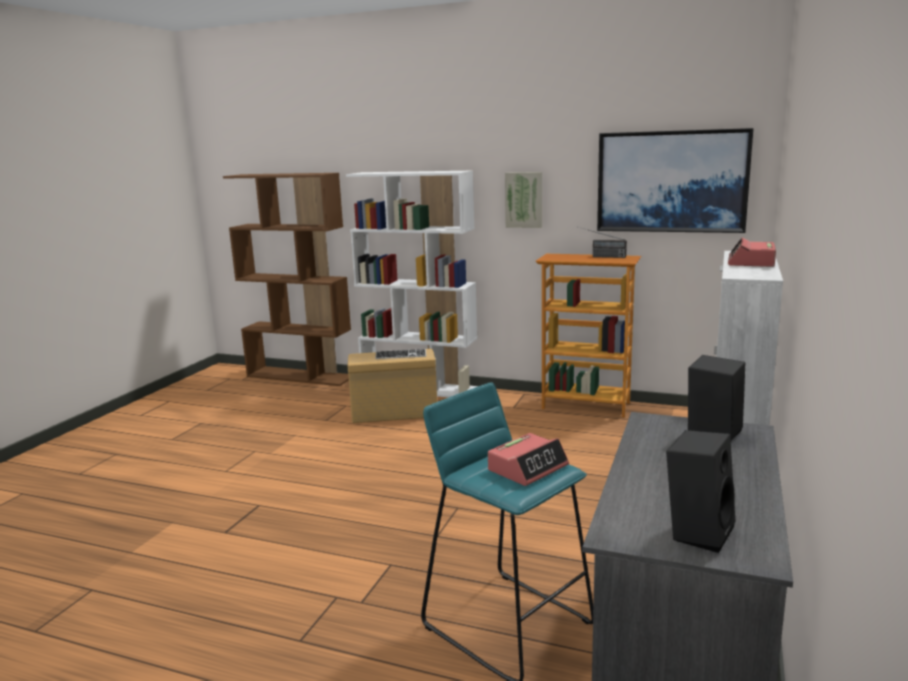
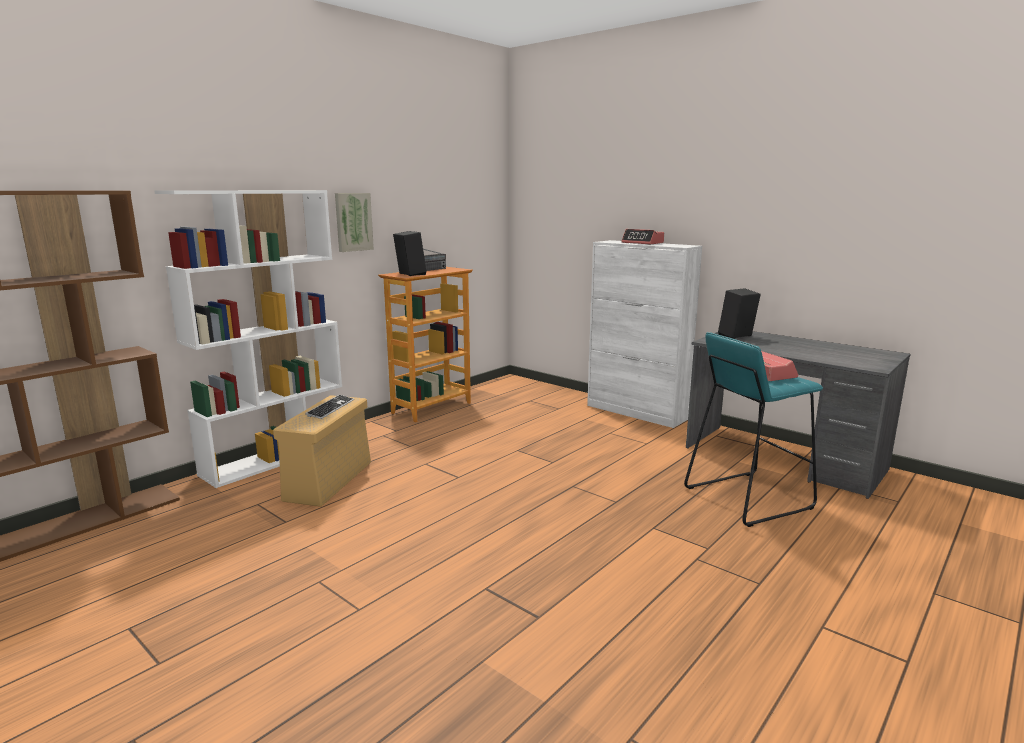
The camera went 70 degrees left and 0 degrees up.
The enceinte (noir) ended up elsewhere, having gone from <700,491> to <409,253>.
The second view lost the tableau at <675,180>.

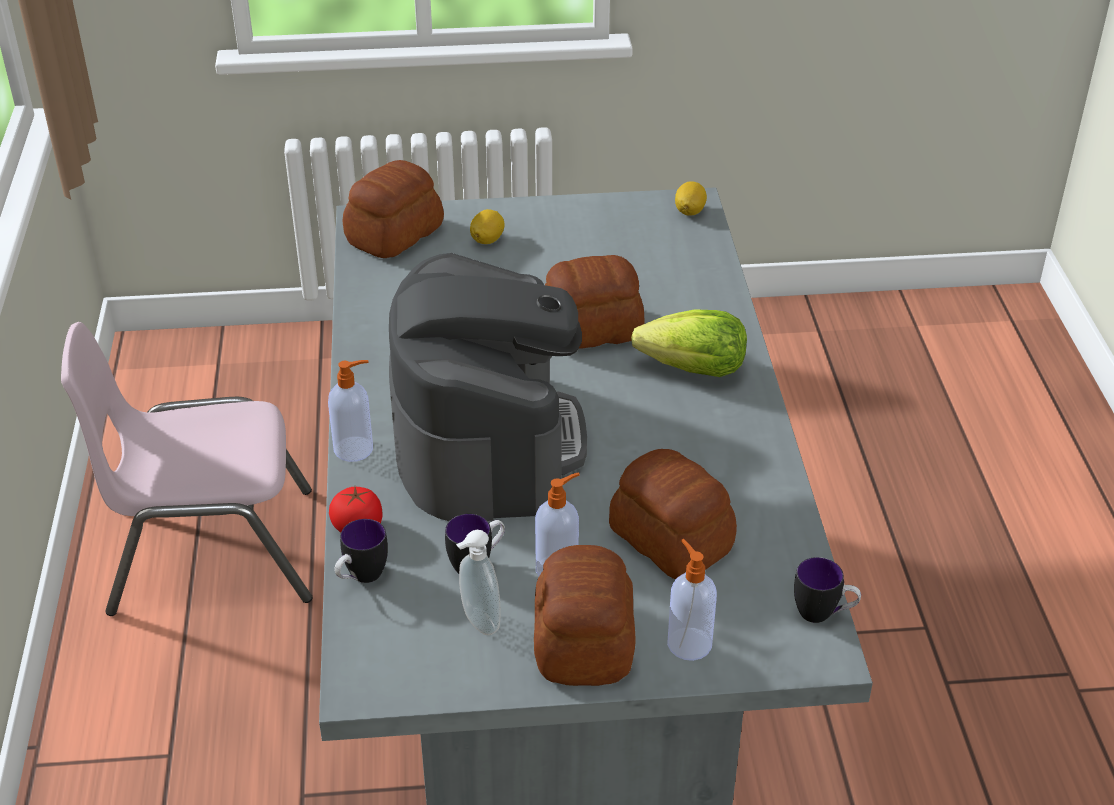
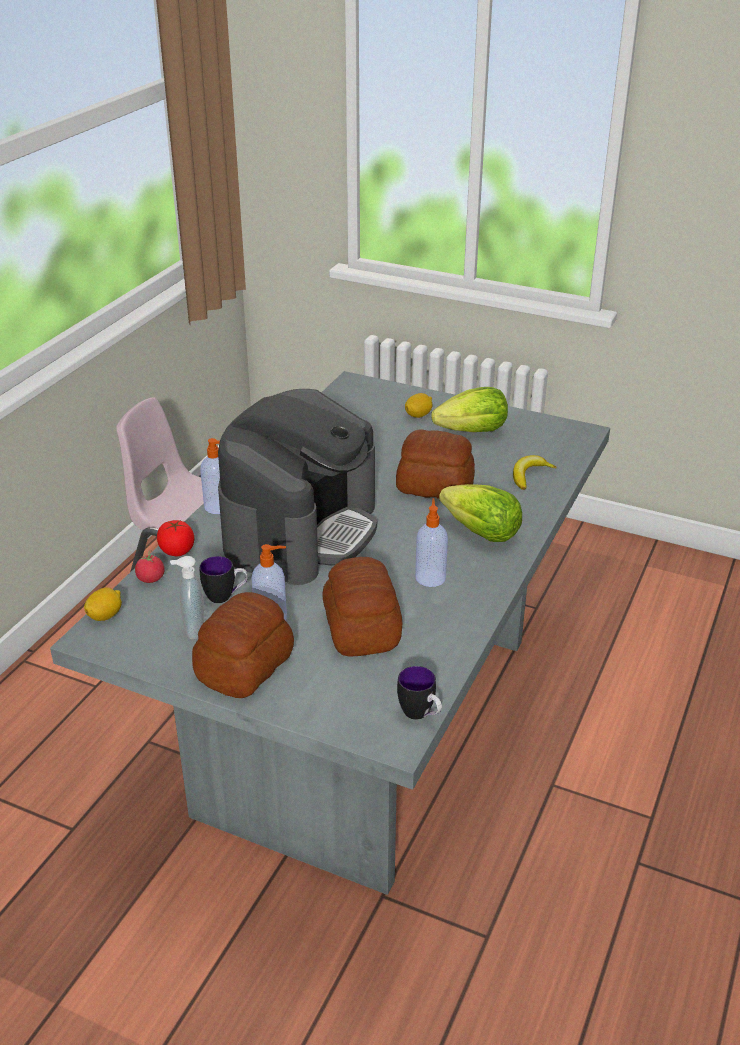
The camera went 30 degrees right and 5 degrees down.
The citron ended up elsewhere, having gone from <691,198> to <103,604>.
Where the mug stood at <361,551>, the tomate came to stand at <149,566>.
The distributeur de savon ended up elsewhere, having gone from <692,600> to <431,542>.
The second view gained the laitue at <469,409>.
The second view gained the banane at <535,472>.
The second view lost the pain at <393,209>.

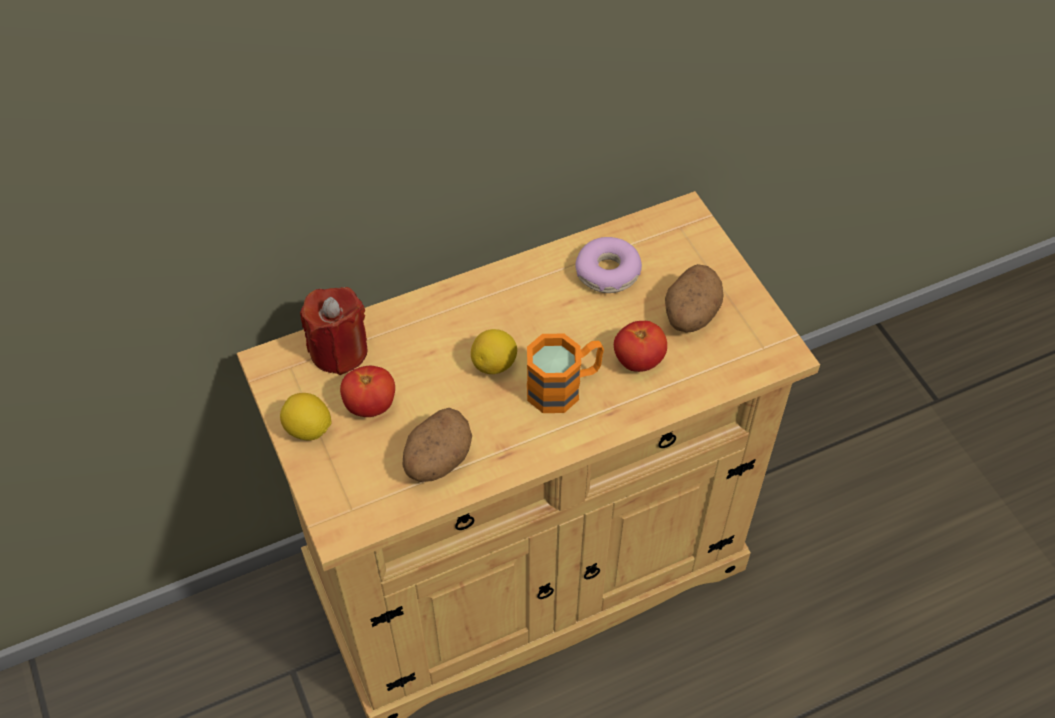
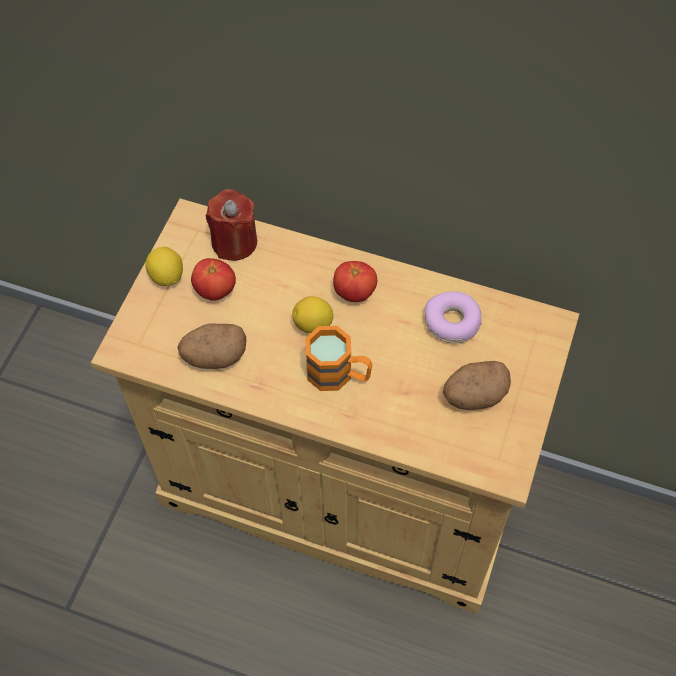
The camera went 45 degrees right and 5 degrees up.
The tomate ended up elsewhere, having gone from <640,346> to <355,281>.

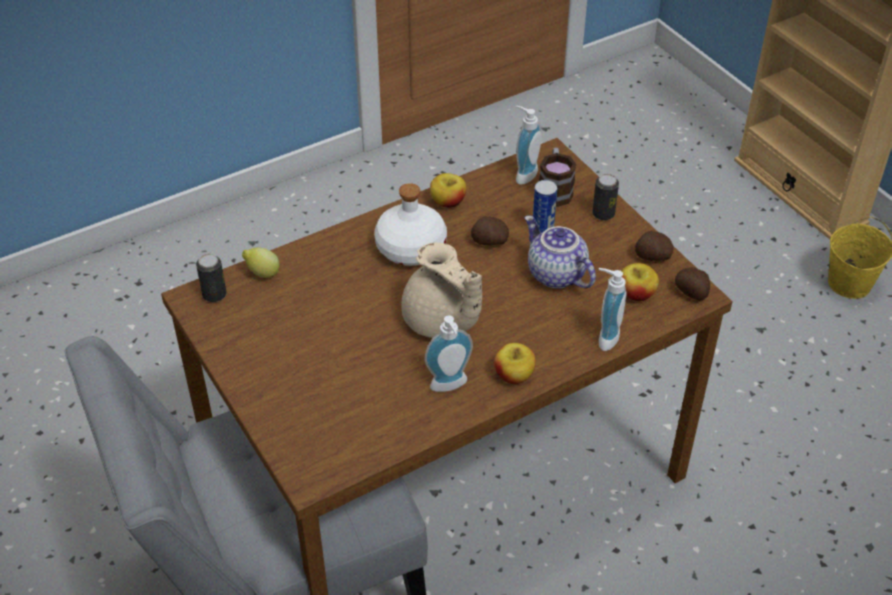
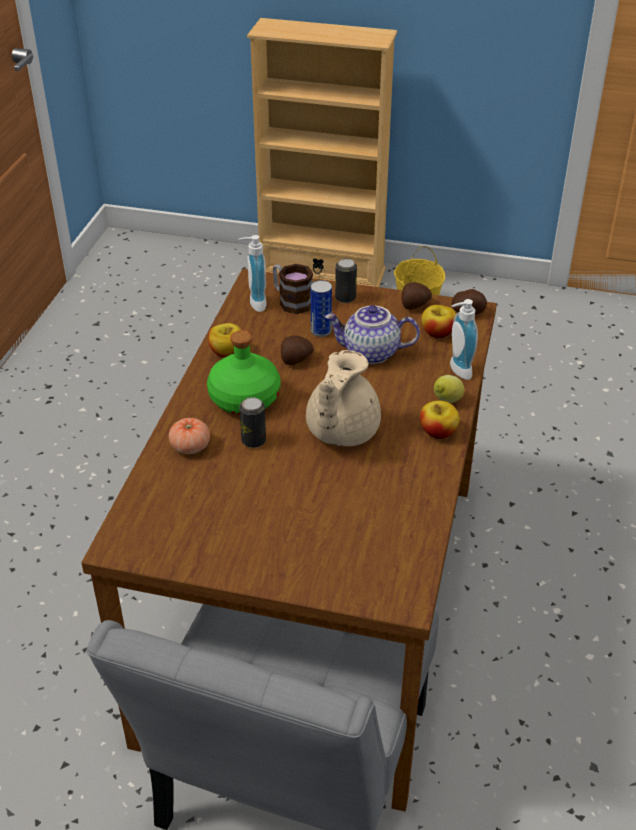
The camera went 45 degrees left and 5 degrees down.
The second view gained the tomate at <189,436>.
What was the bouteille (blanc) at <410,224> turned into the bouteille (vert) at <244,372>.
The boîte métallique ended up elsewhere, having gone from <211,278> to <252,422>.
The théière (beige) at <441,290> ended up facing another way, 105 degrees clockwise from before.
The citron ended up elsewhere, having gone from <260,262> to <449,389>.
The second view lost the distributeur de savon at <449,353>.

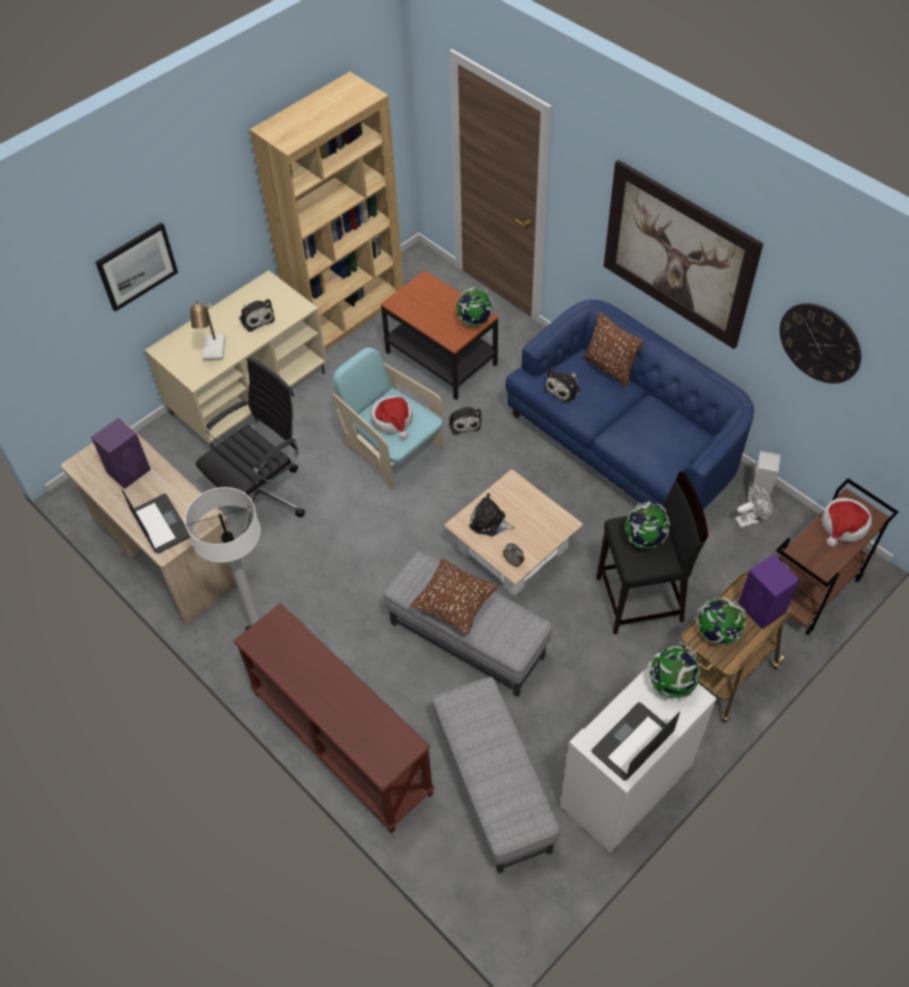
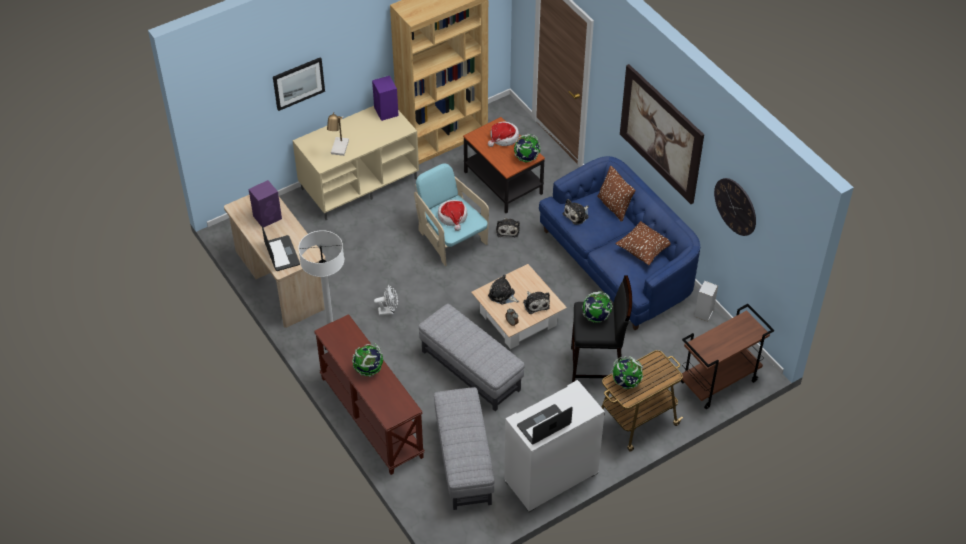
The camera went 10 degrees right and 5 degrees down.
The globe ended up elsewhere, having gone from <675,670> to <367,360>.
The enceinte (violet) ended up elsewhere, having gone from <769,591> to <385,98>.
The ventilateur (blanc) ended up elsewhere, having gone from <753,506> to <386,300>.
The chapeau ended up elsewhere, having gone from <847,522> to <503,134>.
The peluche ended up elsewhere, having gone from <257,315> to <536,302>.
The coussin (marron) ended up elsewhere, having gone from <454,596> to <643,243>.
The second view lost the chaise de bureau (noir) at <250,445>.

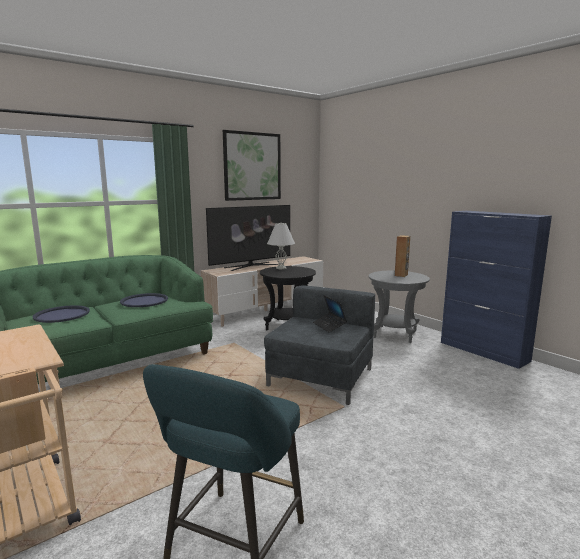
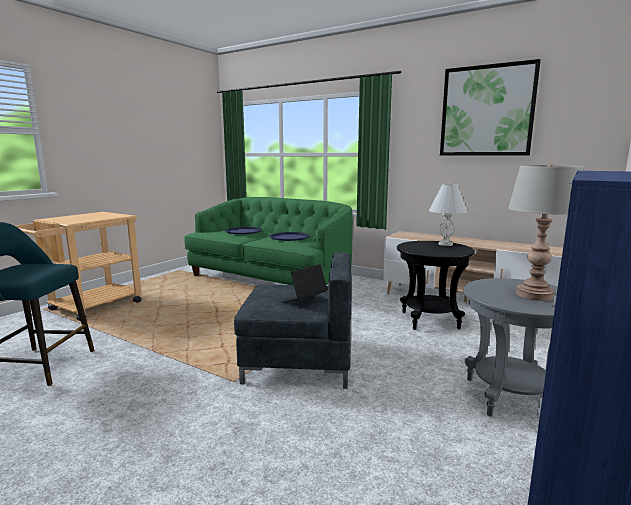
The camera went 70 degrees right and 0 degrees up.
Where the enceinte (marron) stood at <402,256>, the lampe de table (gris) came to stand at <545,232>.
The second view lost the téléviseur at <248,238>.

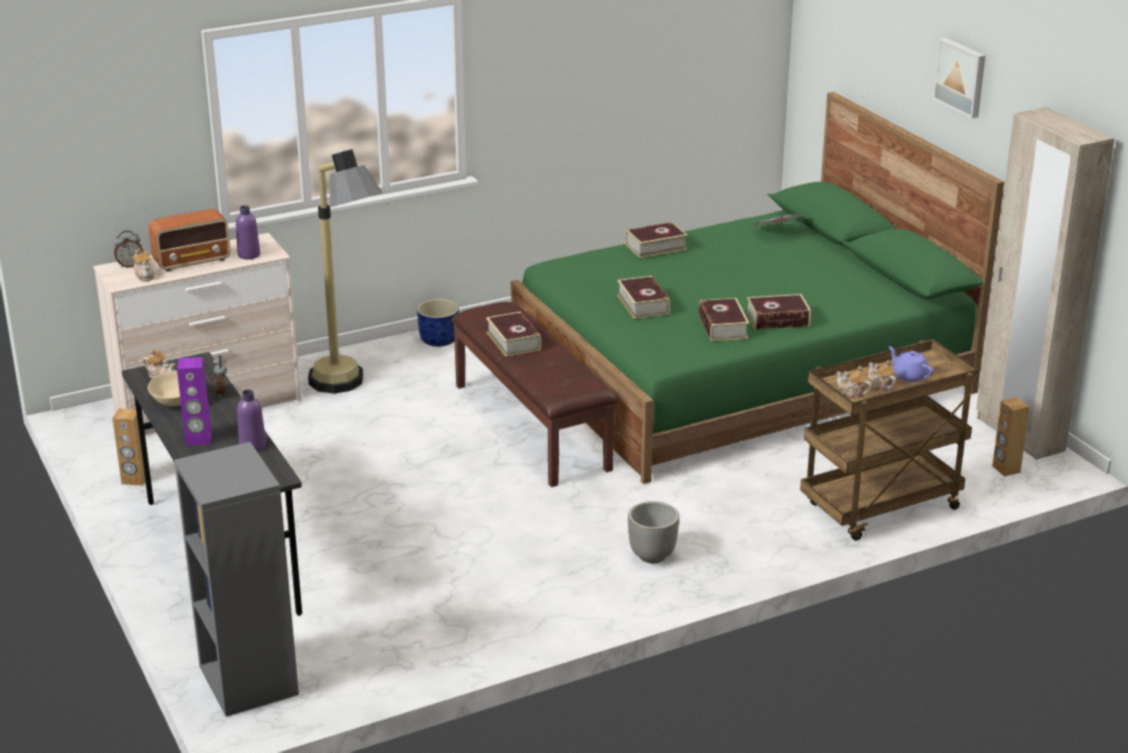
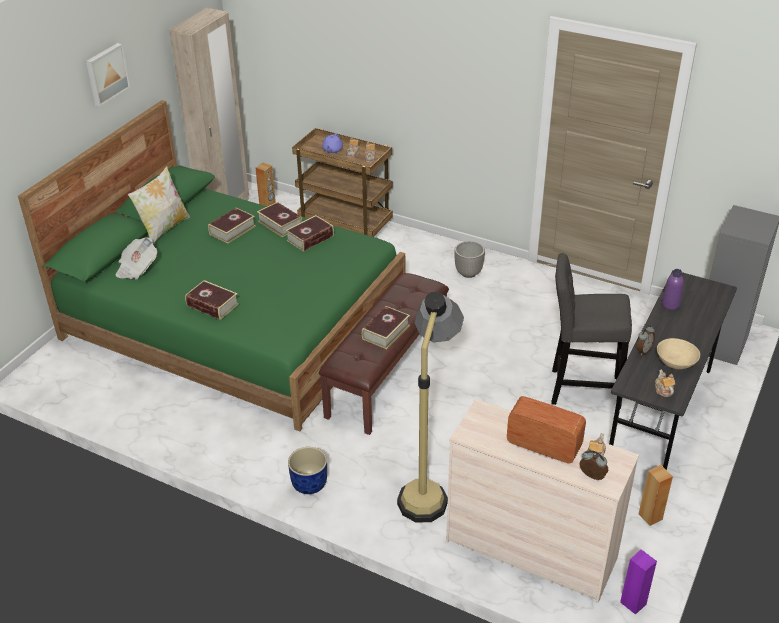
The camera went 125 degrees left and 10 degrees up.
The second view gained the coussin at <159,205>.
The livre ended up elsewhere, having gone from <643,297> to <232,226>.
The second view gained the tabouret (gris) at <591,331>.
The enceinte (violet) ended up elsewhere, having gone from <194,401> to <638,582>.
The second view lost the bouteille (violet) at <248,232>.

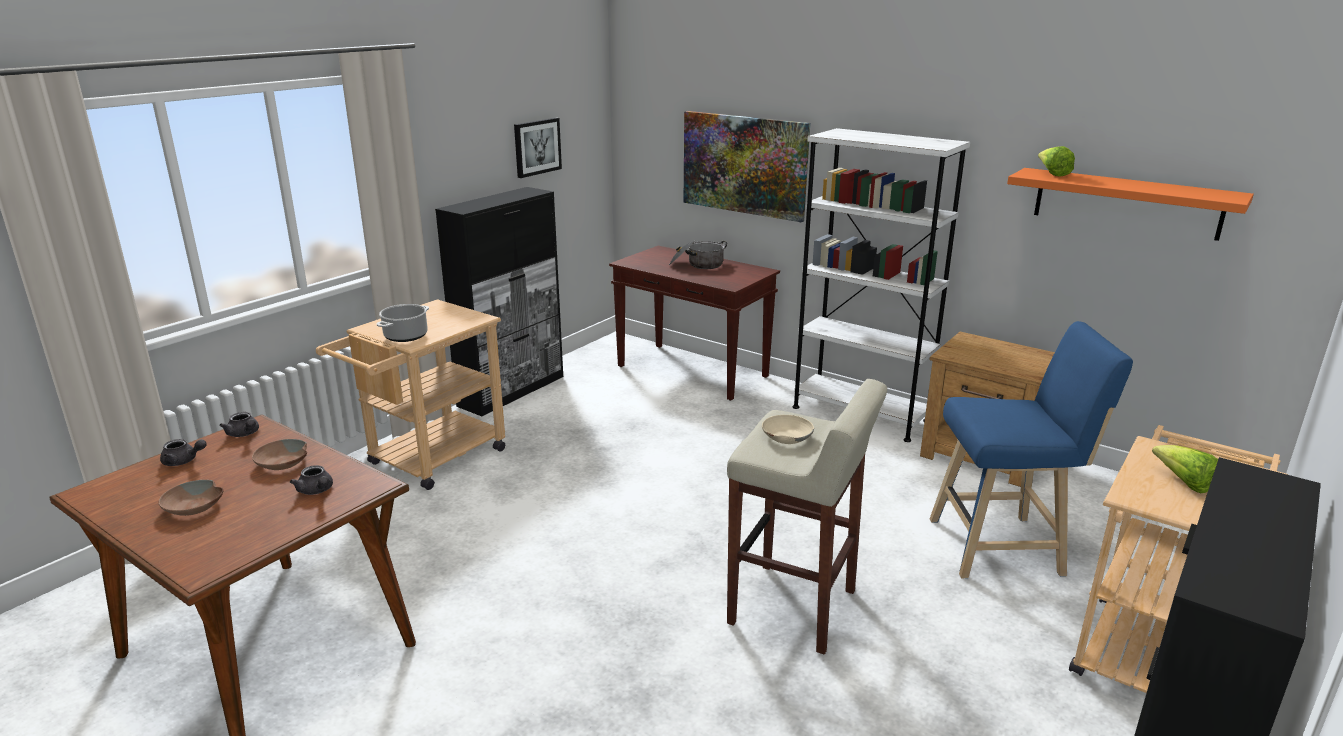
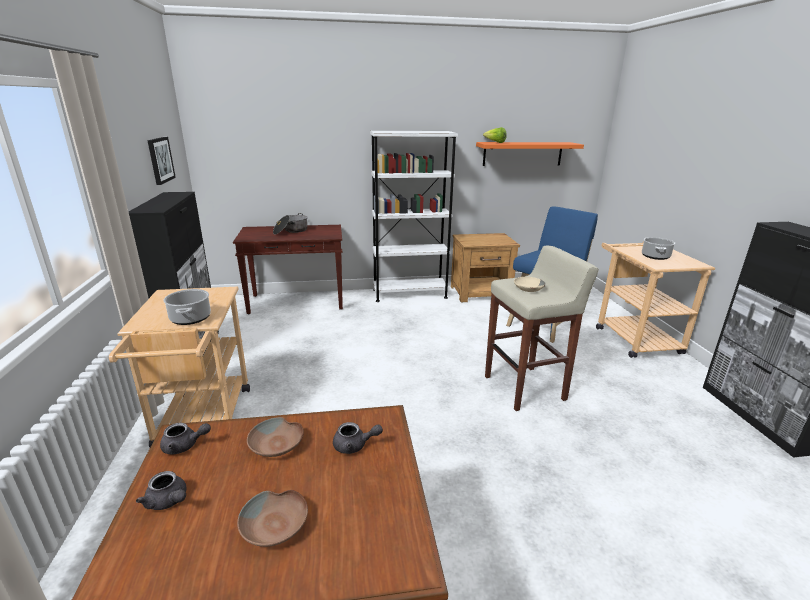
The camera went 45 degrees left and 0 degrees up.
The théière (gris) at <183,452> ended up facing another way, 75 degrees clockwise from before.
Where the laitue stood at <1185,469>, the marmite came to stand at <658,248>.
The second view lost the tableau at <747,166>.

